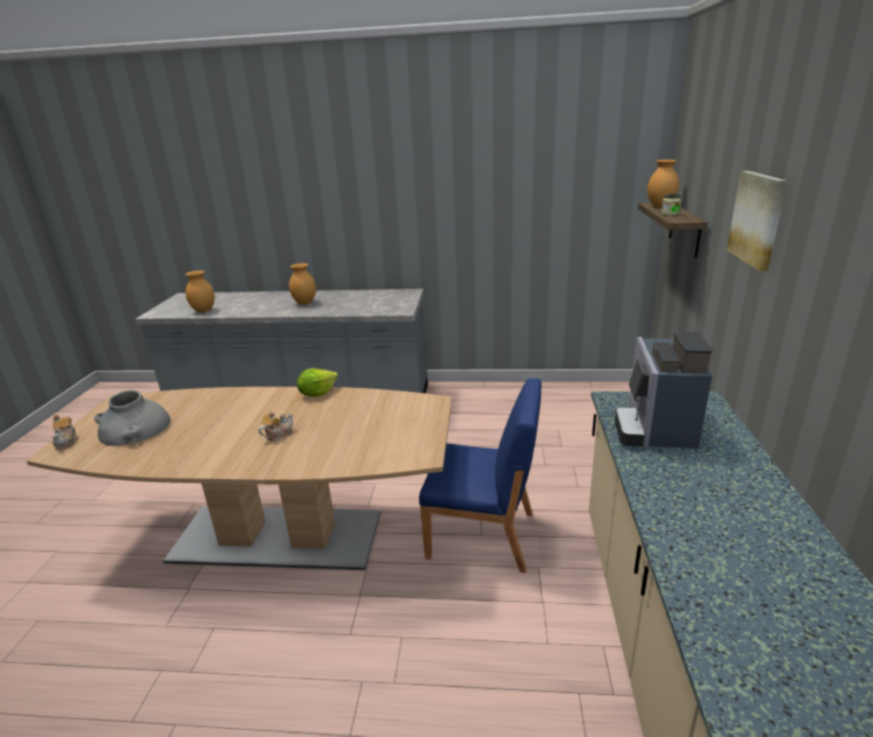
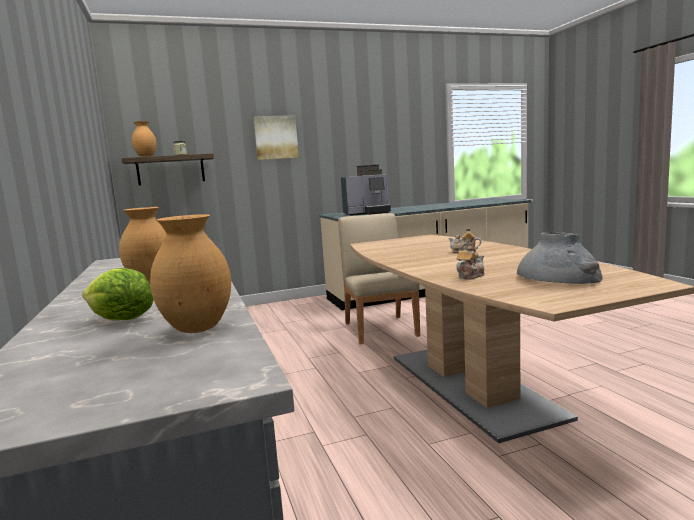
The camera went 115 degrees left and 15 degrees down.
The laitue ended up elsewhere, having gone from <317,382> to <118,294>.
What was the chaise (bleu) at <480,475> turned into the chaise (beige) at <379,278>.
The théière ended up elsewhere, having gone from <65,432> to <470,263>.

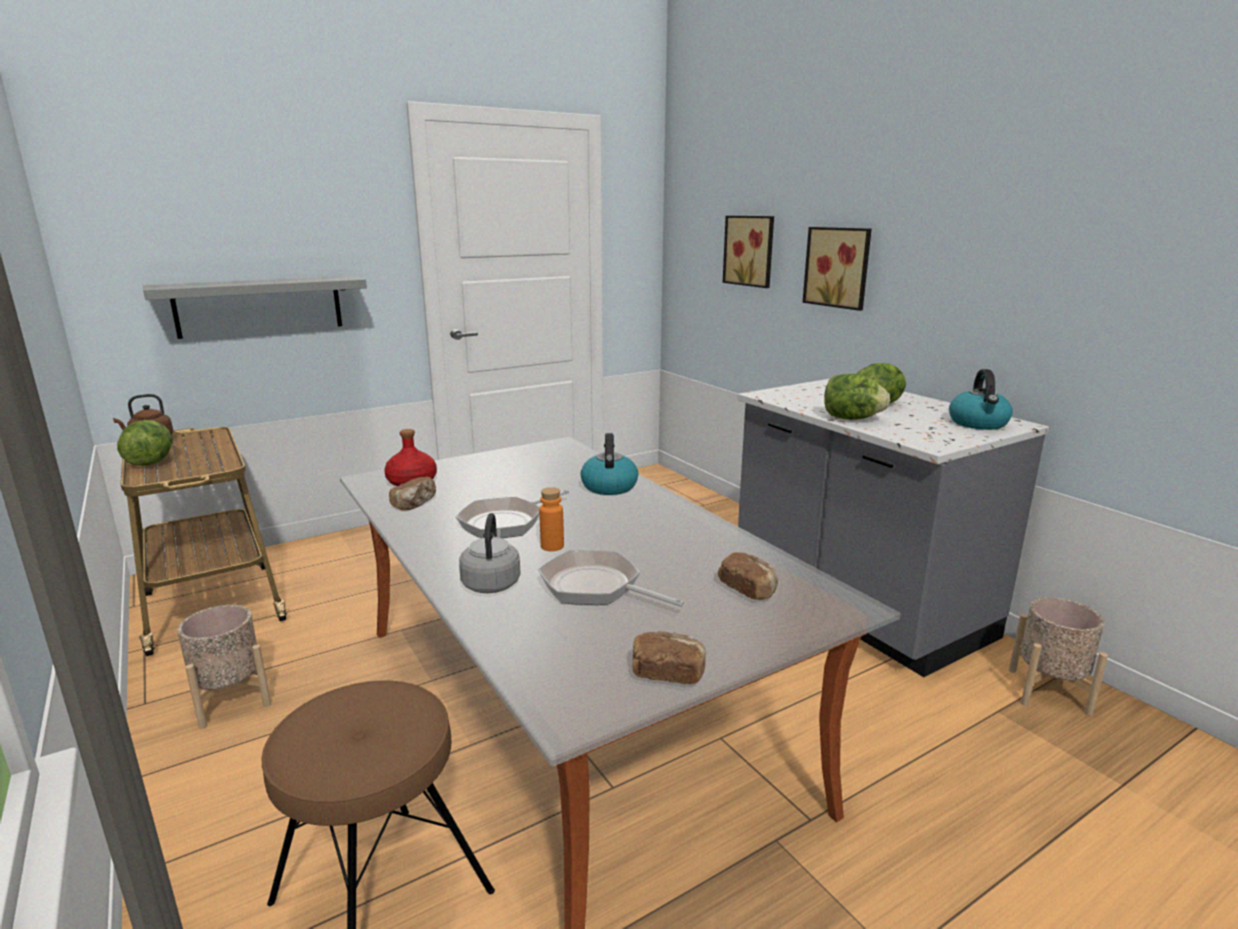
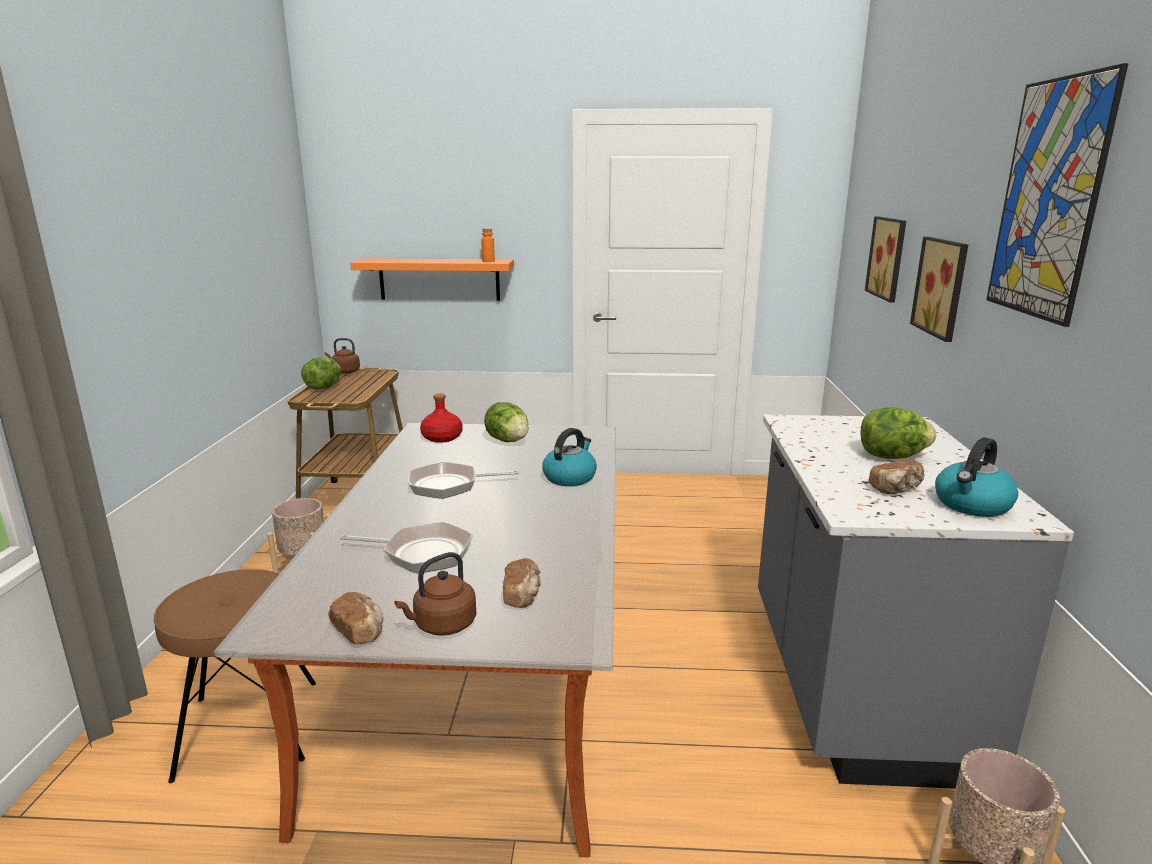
The camera went 35 degrees right and 0 degrees up.
The poêle at <611,578> ended up facing another way, 120 degrees clockwise from before.
What was the étagère (gris) at <255,307> turned into the étagère (orange) at <432,280>.
The second view gained the bouilloire (marron) at <435,594>.
The bouteille (orange) ended up elsewhere, having gone from <551,519> to <488,245>.
The laitue ended up elsewhere, having gone from <857,397> to <506,422>.
The pain ended up elsewhere, having gone from <412,493> to <897,477>.
The second view gained the tableau at <1057,195>.
The second view lost the bouilloire (gris) at <490,553>.

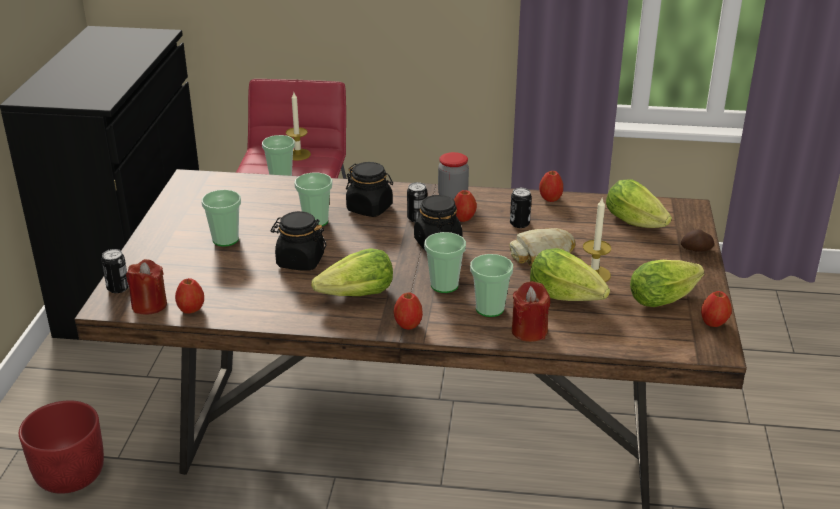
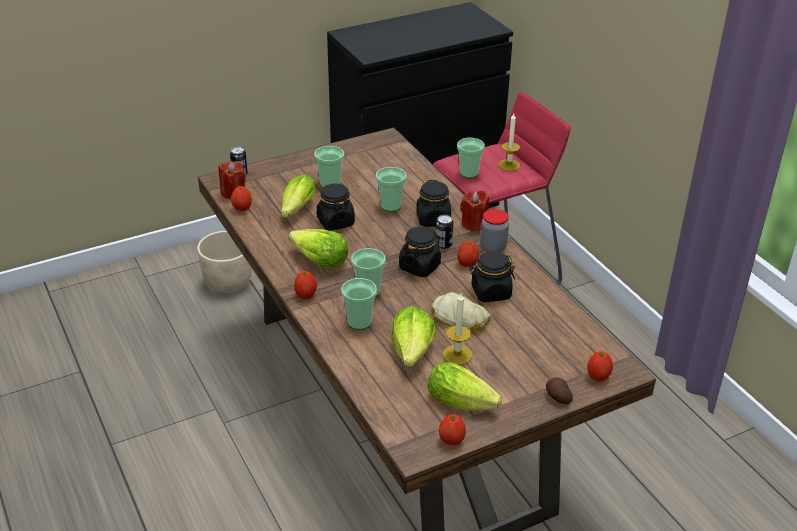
The camera went 55 degrees right and 5 degrees up.
What was the cache-pot (rouge) at <61,447> turned into the cache-pot (beige) at <224,262>.
The laitue ended up elsewhere, having gone from <639,203> to <298,196>.
The bougie (rouge) ended up elsewhere, having gone from <531,311> to <474,211>.
Where the boîte métallique stood at <521,208>, the bocal (noir) came to stand at <492,276>.
The pomme ended up elsewhere, having gone from <551,186> to <600,366>.

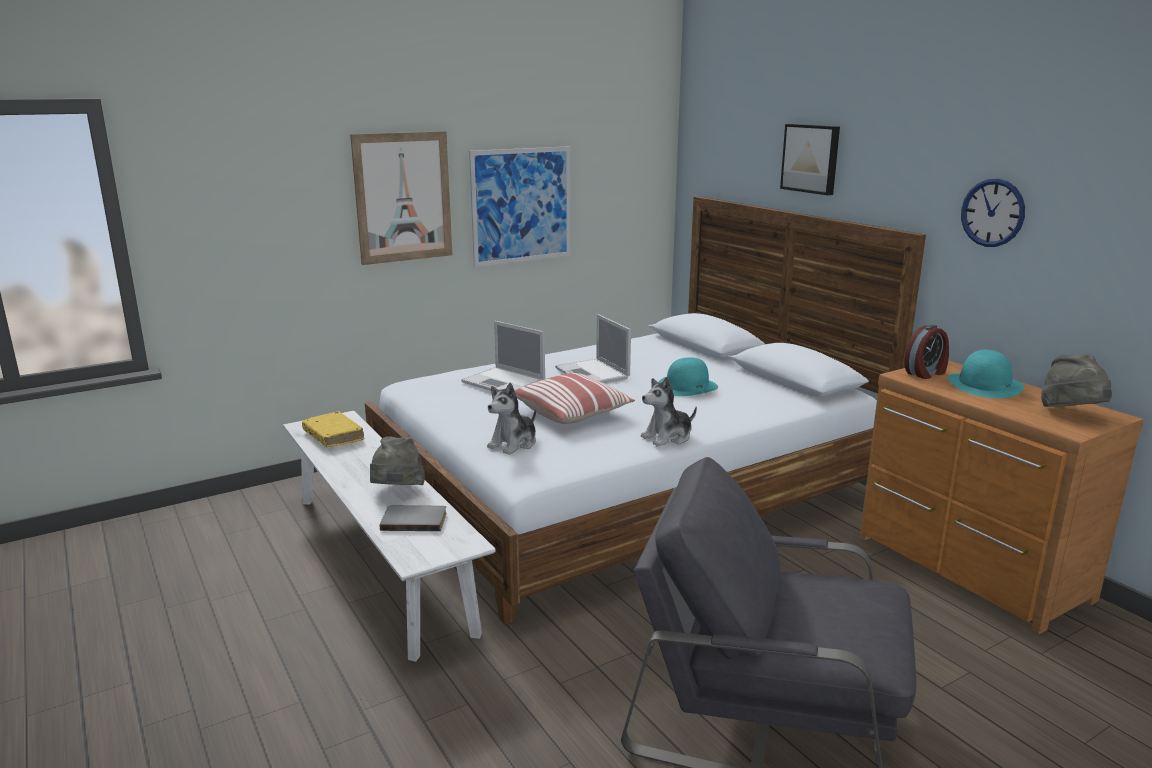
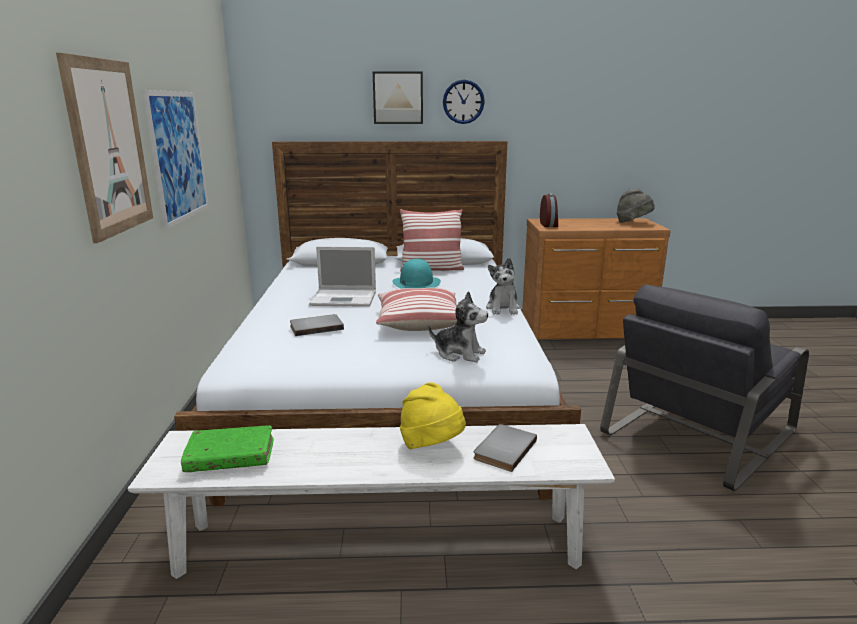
The camera went 60 degrees left and 0 degrees up.
What was the livre (jaune) at <333,429> turned into the livre (vert) at <227,448>.
Where the ordinateur portable stood at <503,356>, the livre (gris) came to stand at <317,325>.
The second view gained the coussin at <432,240>.
What was the chapeau (gris) at <397,460> turned into the chapeau (jaune) at <433,415>.
The peluche at <511,419> ended up facing another way, 45 degrees counterclockwise from before.
The horloge murale ended up elsewhere, having gone from <993,213> to <464,102>.
The second view lost the chapeau (turquoise) at <986,374>.

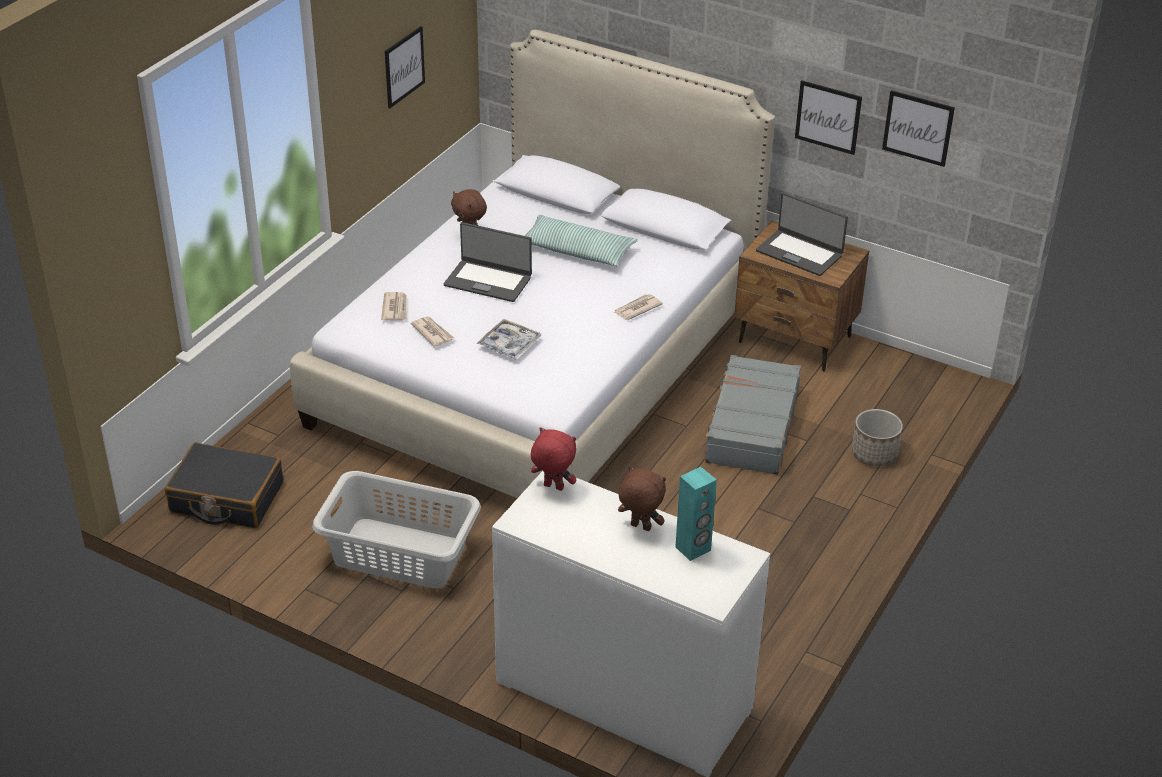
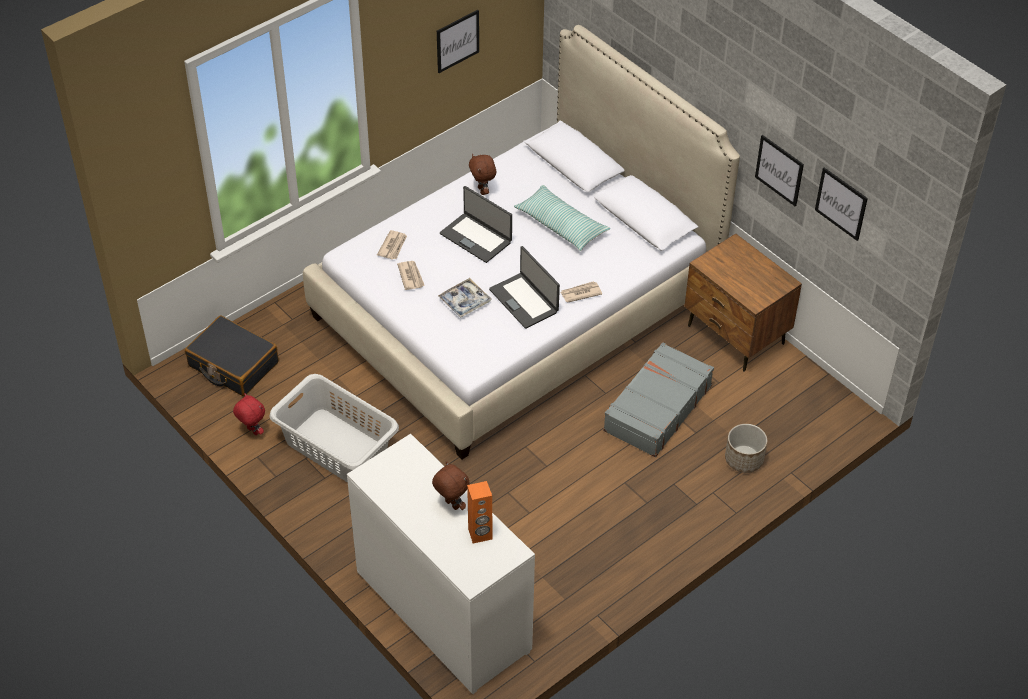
The camera went 20 degrees right and 10 degrees up.
The peluche (rouge) ended up elsewhere, having gone from <553,459> to <249,414>.
What was the enceinte (turquoise) at <696,514> turned into the enceinte (orange) at <479,512>.
The ordinateur portable ended up elsewhere, having gone from <802,234> to <524,287>.

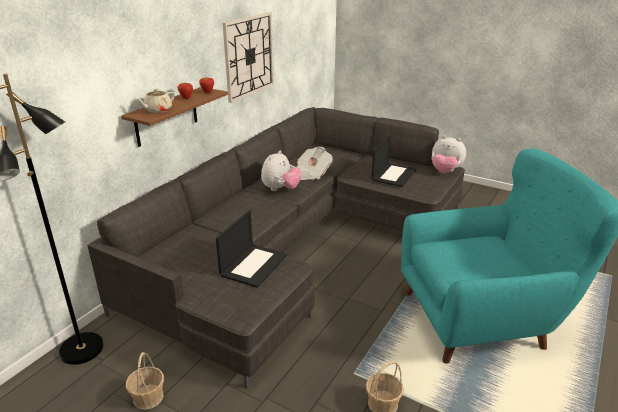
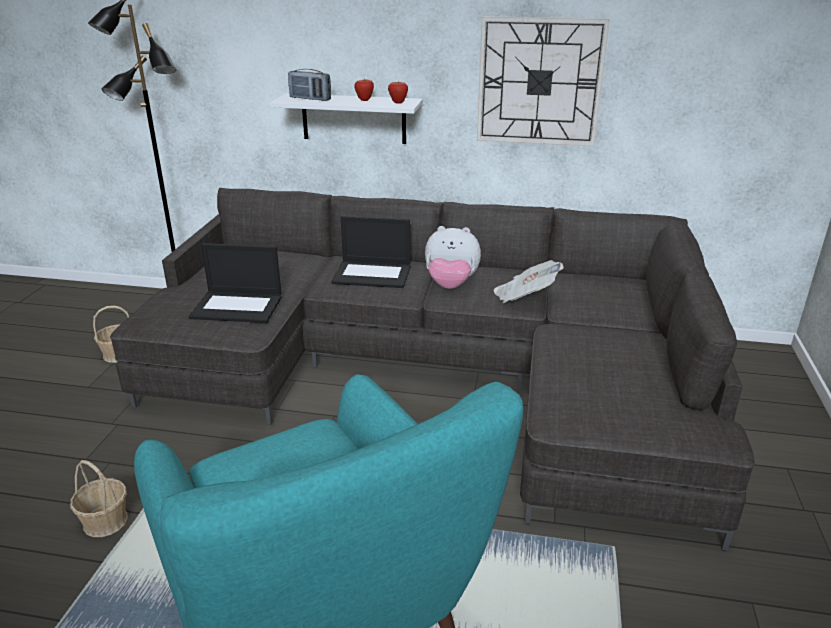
The camera went 70 degrees right and 0 degrees up.
What was the étagère (marron) at <174,117> turned into the étagère (blanc) at <346,118>.
Where the théière (beige) stood at <155,101>, the radio came to stand at <309,85>.
The ordinateur portable ended up elsewhere, having gone from <394,161> to <370,252>.
The second view lost the peluche at <449,154>.

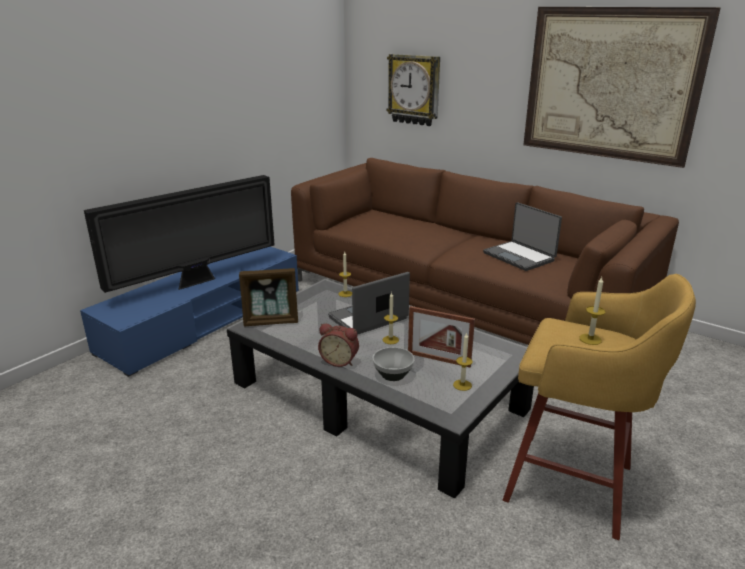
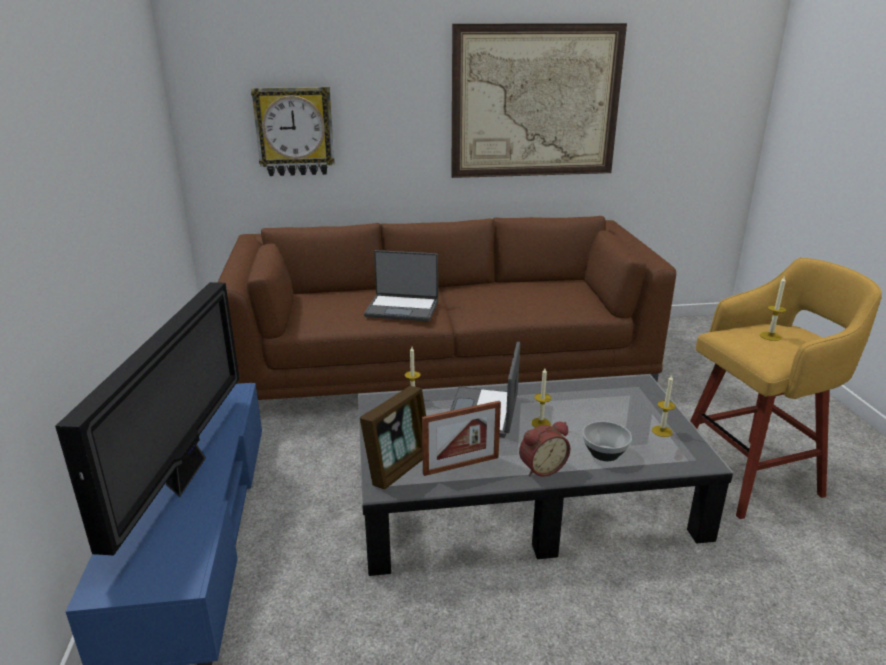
The camera went 45 degrees left and 0 degrees up.
The ordinateur portable ended up elsewhere, having gone from <522,236> to <401,285>.
The cadre photo ended up elsewhere, having gone from <441,336> to <461,438>.

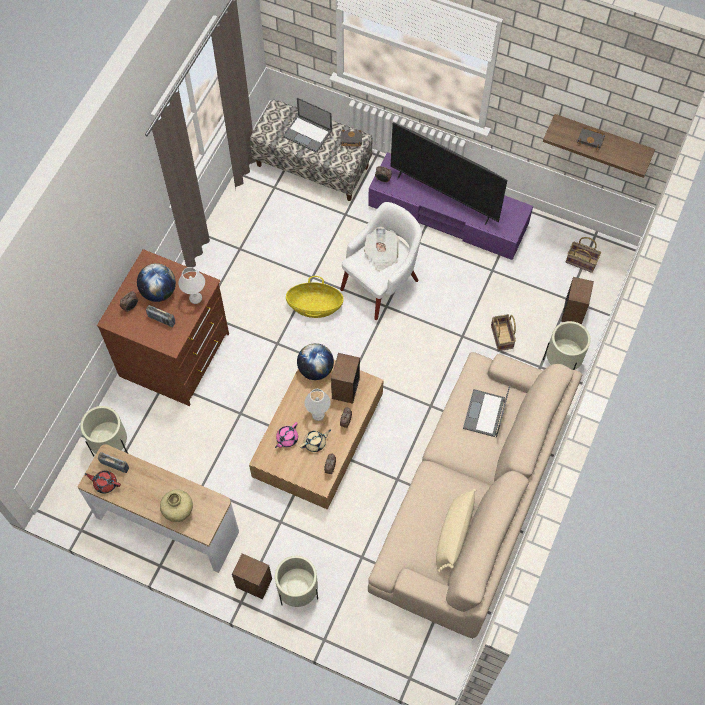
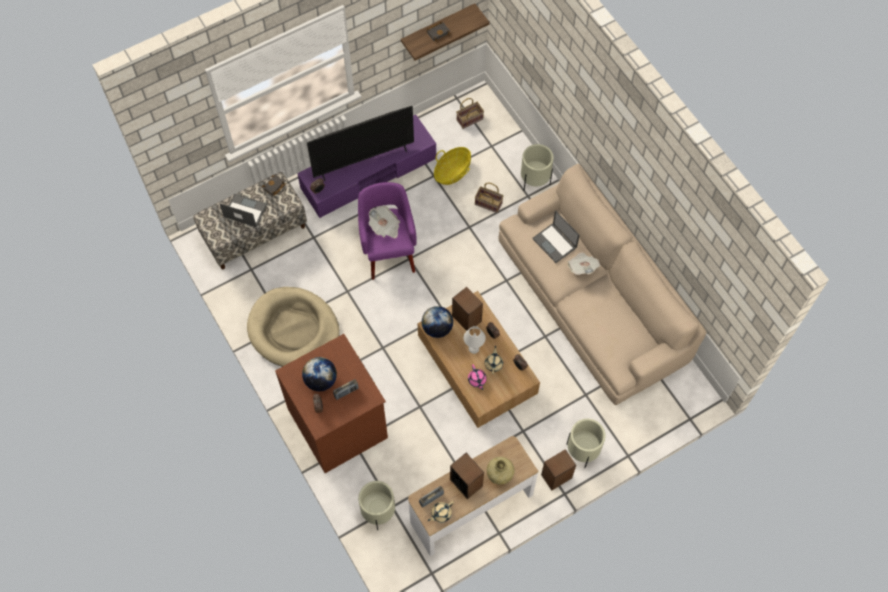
The camera went 55 degrees left and 0 degrees up.
The ordinateur portable at <307,125> ended up facing another way, 135 degrees counterclockwise from before.
The second view gained the panier pour chien (beige) at <293,327>.
What was the fauteuil (blanc) at <381,261> turned into the fauteuil (violet) at <387,231>.
What was the théière (rouge) at <103,482> turned into the théière (beige) at <441,512>.
The panier ended up elsewhere, having gone from <315,297> to <452,166>.
The enceinte ended up elsewhere, having gone from <577,301> to <467,476>.
The second view gained the journal at <583,263>.
The second view lost the lampe de table (blanc) at <191,285>.
The second view lost the coussin (beige) at <456,531>.

